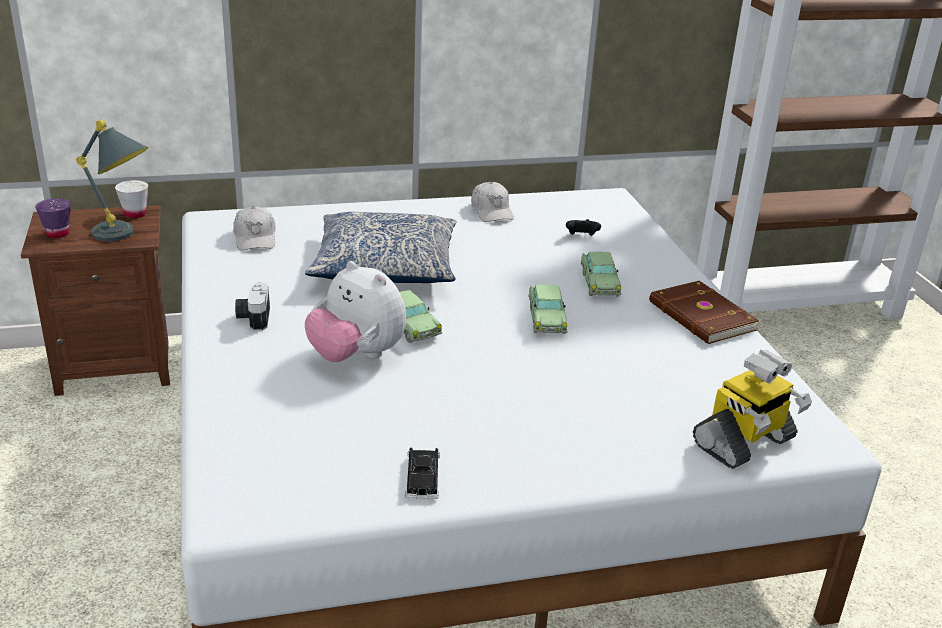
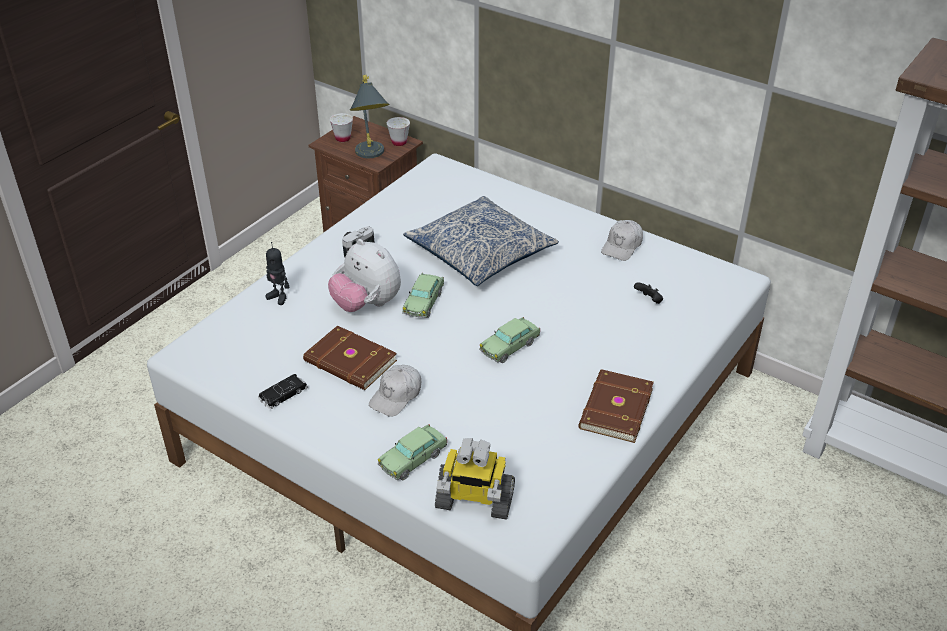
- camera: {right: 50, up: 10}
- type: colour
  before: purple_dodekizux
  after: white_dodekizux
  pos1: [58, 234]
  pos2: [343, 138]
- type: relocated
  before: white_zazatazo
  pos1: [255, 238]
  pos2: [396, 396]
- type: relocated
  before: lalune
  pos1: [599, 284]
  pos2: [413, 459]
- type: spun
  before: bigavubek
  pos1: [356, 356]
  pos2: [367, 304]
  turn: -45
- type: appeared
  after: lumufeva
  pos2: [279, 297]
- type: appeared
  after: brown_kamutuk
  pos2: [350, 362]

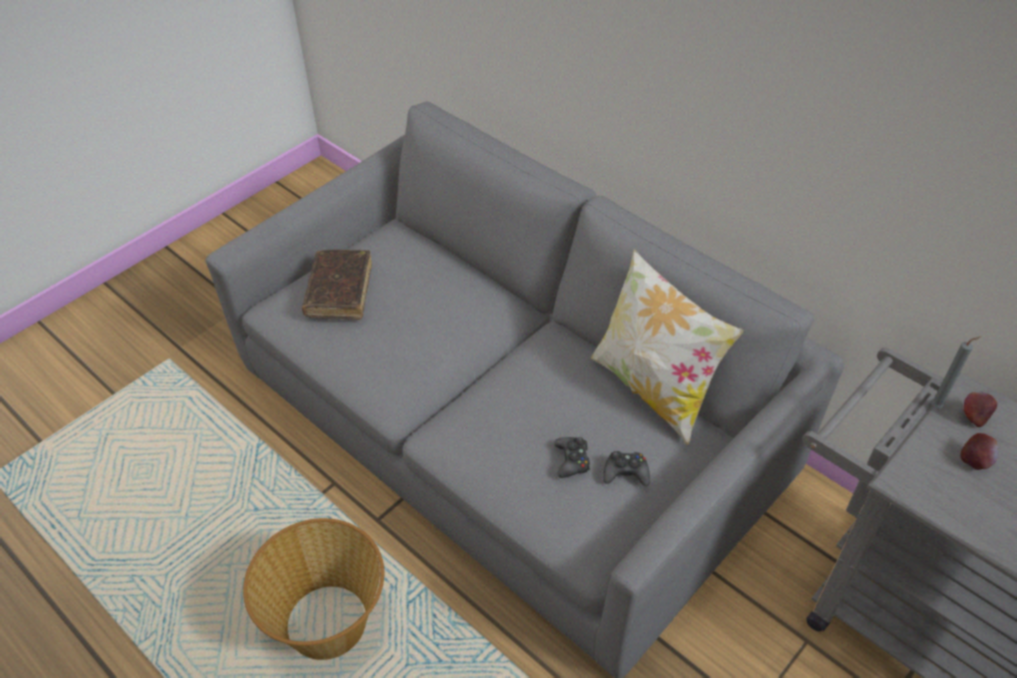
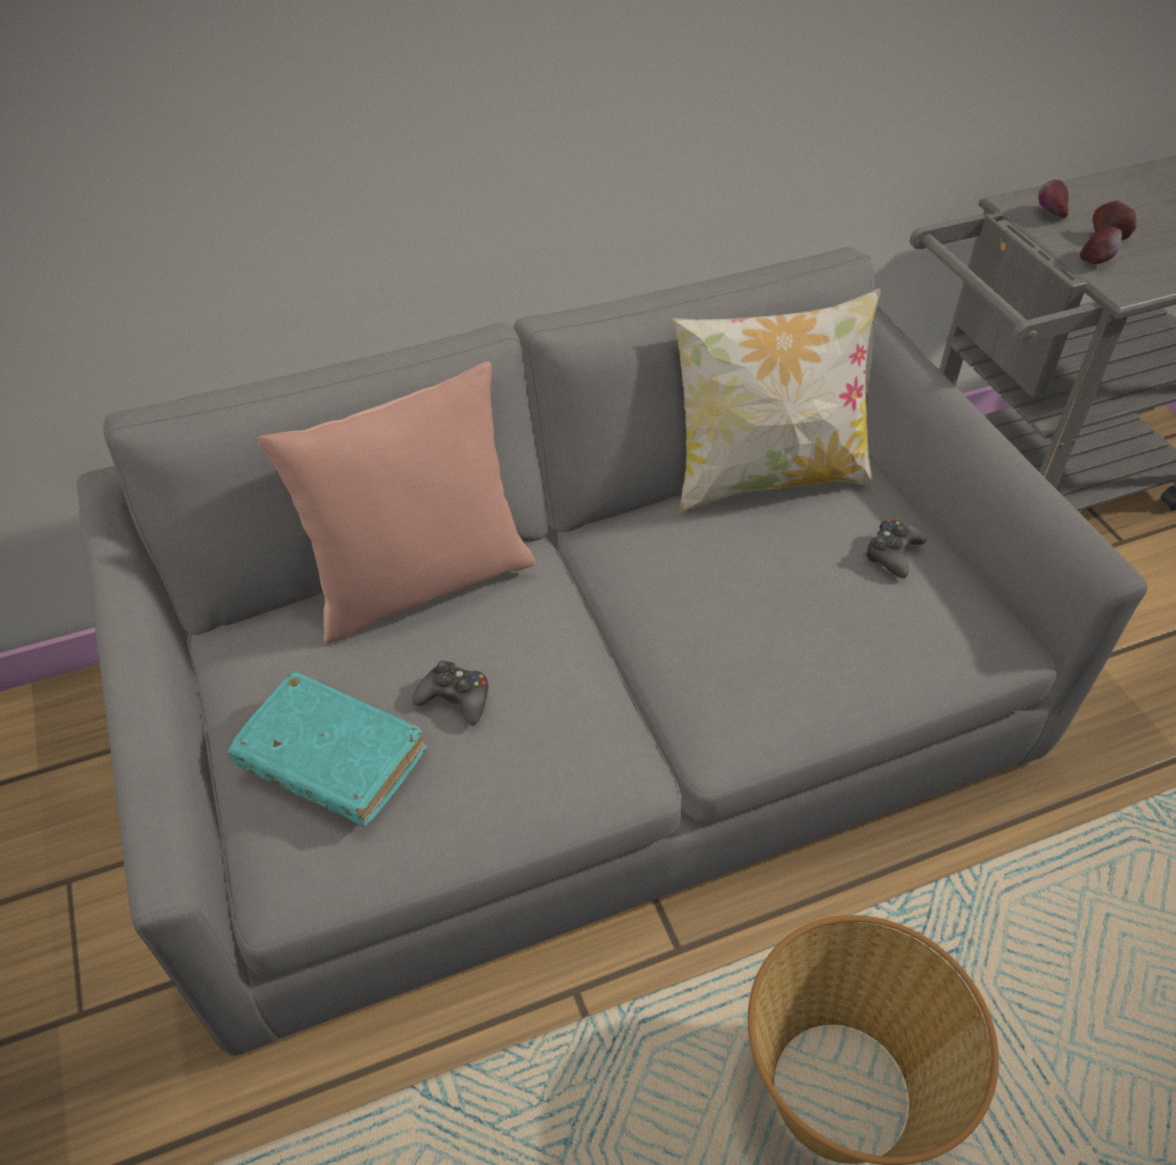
- camera: {right: -65, up: 0}
- type: colour
  before: brown_kamutuk
  after: turquoise_kamutuk
  pos1: [339, 291]
  pos2: [331, 759]
- type: missing
  before: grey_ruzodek
  pos1: [938, 406]
- type: relocated
  before: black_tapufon
  pos1: [572, 460]
  pos2: [455, 698]
- type: appeared
  after: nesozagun
  pos2: [1095, 261]
- type: appeared
  after: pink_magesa
  pos2: [420, 582]

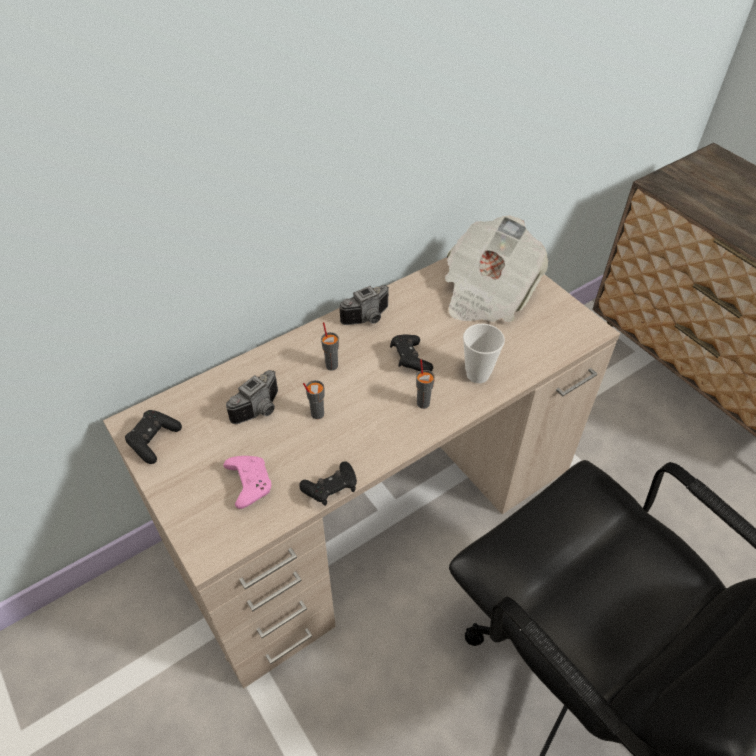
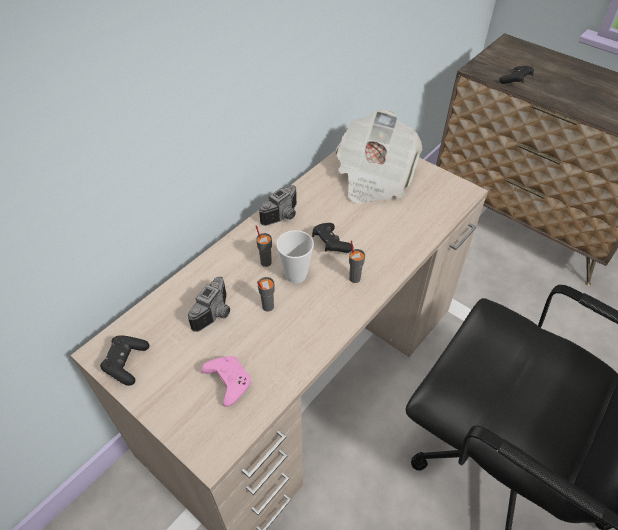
- camera: {right: -15, up: 0}
- type: relocated
  before: dodekizux
  pos1: [477, 374]
  pos2: [296, 275]
- type: relocated
  before: black_tapufon
  pos1: [331, 490]
  pos2: [515, 81]

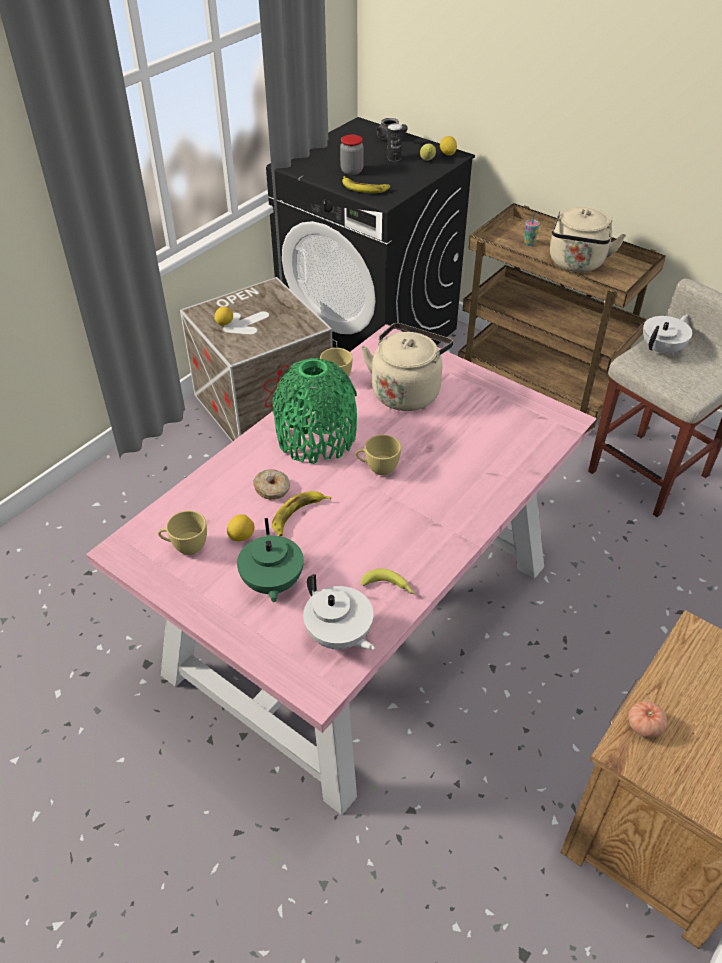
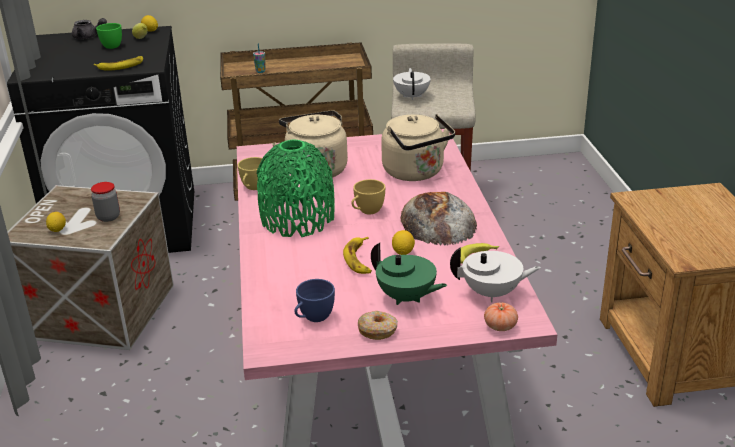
- camera: {right: -45, up: -15}
- type: exchanged
  before: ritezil
  after: green_dodekizux
  pos1: [394, 158]
  pos2: [112, 45]
- type: relocated
  before: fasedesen
  pos1: [352, 171]
  pos2: [108, 217]
- type: relocated
  before: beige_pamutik
  pos1: [576, 264]
  pos2: [416, 173]
- type: relocated
  before: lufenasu
  pos1: [272, 489]
  pos2: [377, 330]
- type: colour
  before: yellow_dodekizux
  after: blue_dodekizux
  pos1: [185, 547]
  pos2: [313, 318]
- type: relocated
  before: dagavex
  pos1: [241, 536]
  pos2: [403, 252]
- type: relocated
  before: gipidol
  pos1: [644, 726]
  pos2: [500, 326]
- type: appeared
  after: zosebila
  pos2: [437, 222]

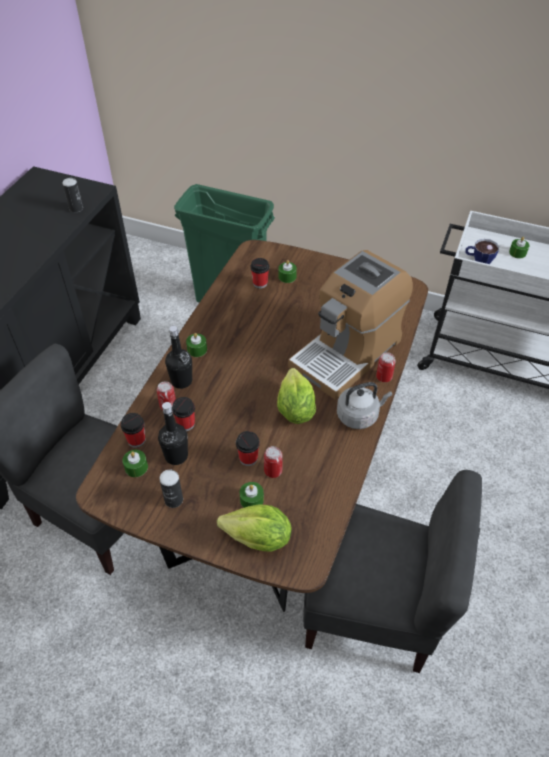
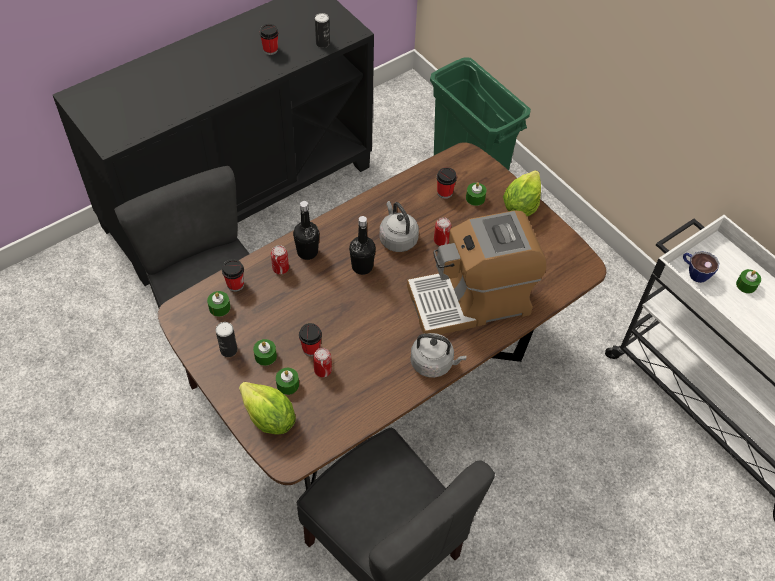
- camera: {right: 30, up: 5}
- type: relocated
  before: green_ruzodek
  pos1: [197, 349]
  pos2: [265, 356]
- type: relocated
  before: ritezil
  pos1: [384, 377]
  pos2: [441, 241]
- type: relocated
  before: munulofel
  pos1: [295, 409]
  pos2: [521, 205]
- type: relocated
  before: dodekizux
  pos1: [186, 424]
  pos2: [270, 50]
- type: relocated
  before: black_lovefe
  pos1: [176, 456]
  pos2: [362, 267]
- type: appeared
  after: grey_pamutik
  pos2: [397, 238]

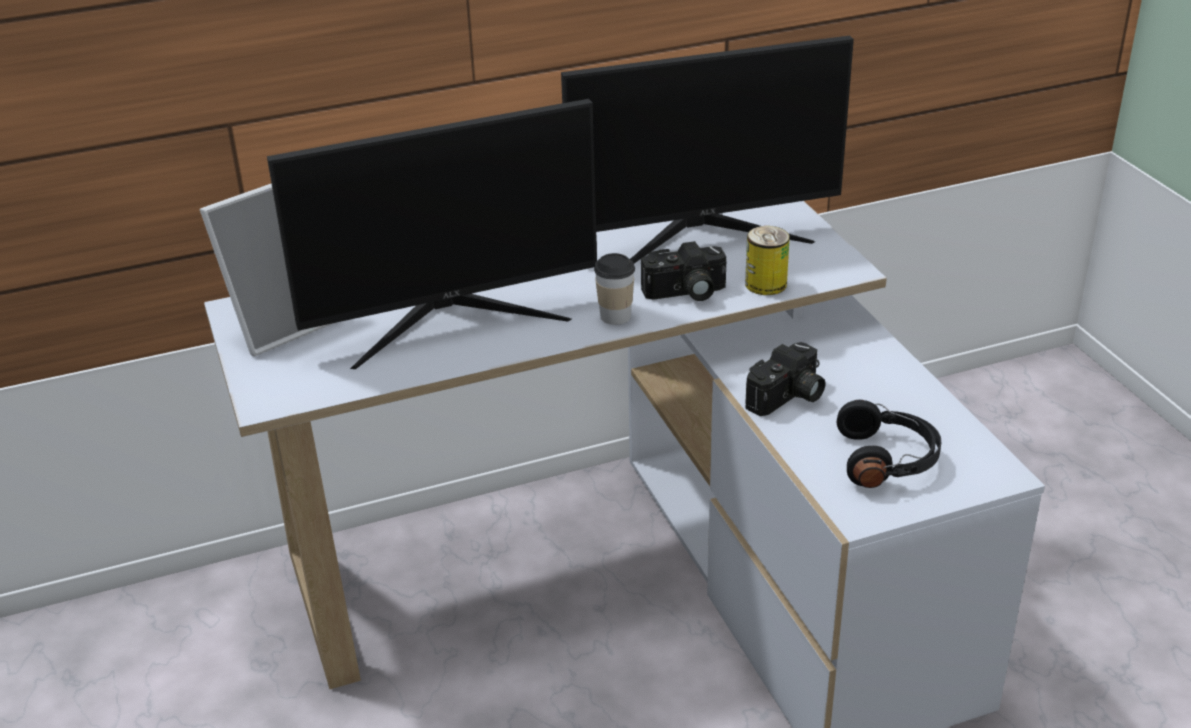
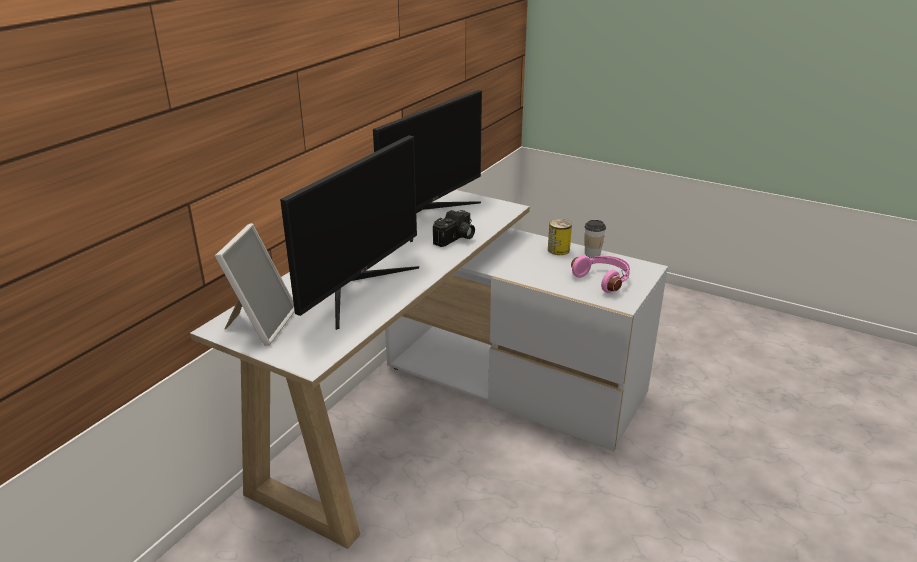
- camera: {right: -40, up: -5}
- type: relocated
  before: ritezil
  pos1: [765, 284]
  pos2: [558, 250]
- type: relocated
  before: dodekizux
  pos1: [615, 316]
  pos2: [592, 253]
- type: missing
  before: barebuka
  pos1: [788, 398]
- type: colour
  before: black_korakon
  after: pink_korakon
  pos1: [888, 460]
  pos2: [604, 279]

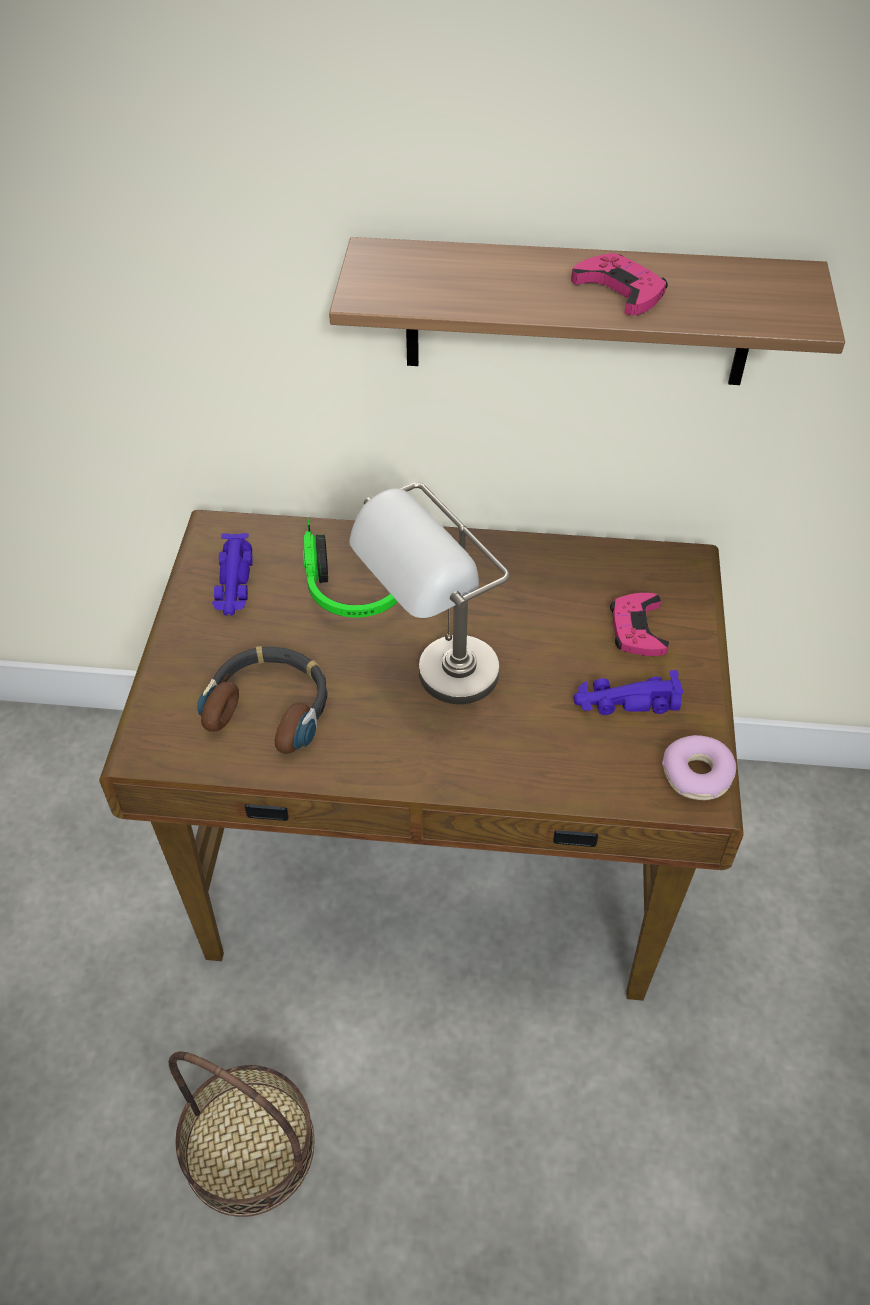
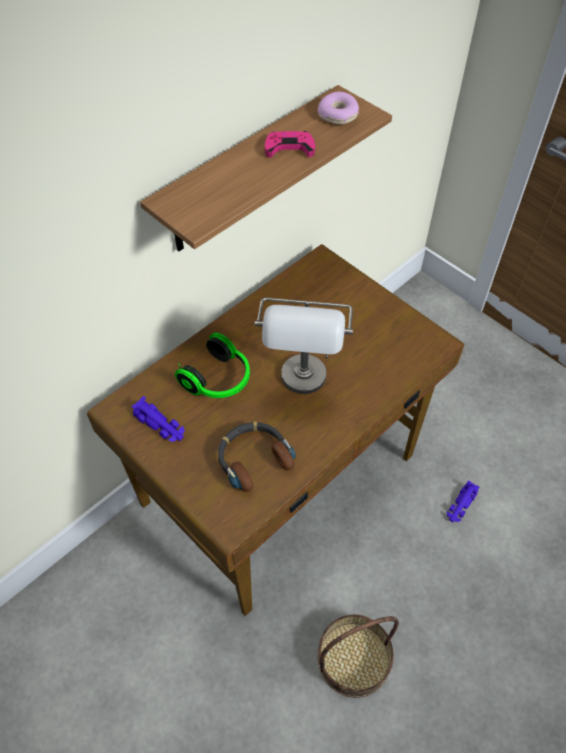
- camera: {right: -50, up: 5}
- type: missing
  before: pink_tapufon
  pos1: [637, 629]
- type: relocated
  before: purple_lalune
  pos1: [625, 702]
  pos2: [460, 505]
- type: relocated
  before: lufenasu
  pos1: [697, 775]
  pos2: [338, 115]

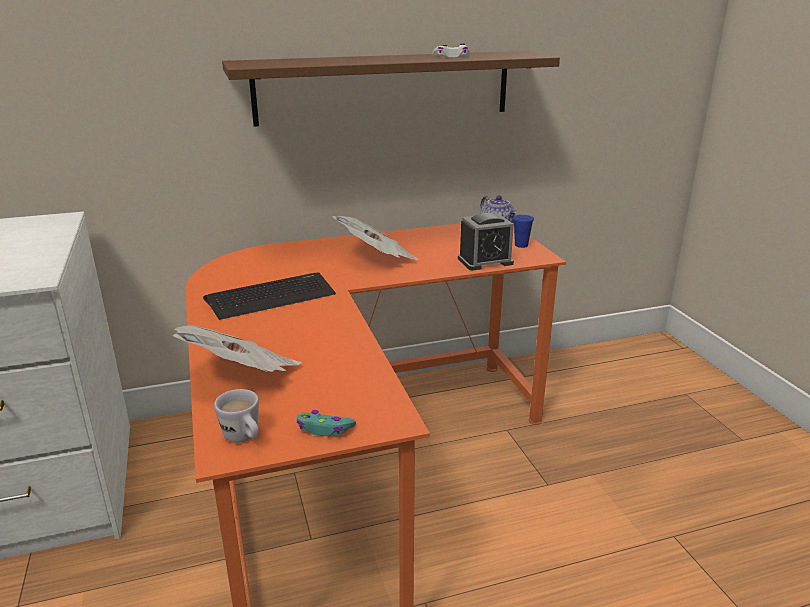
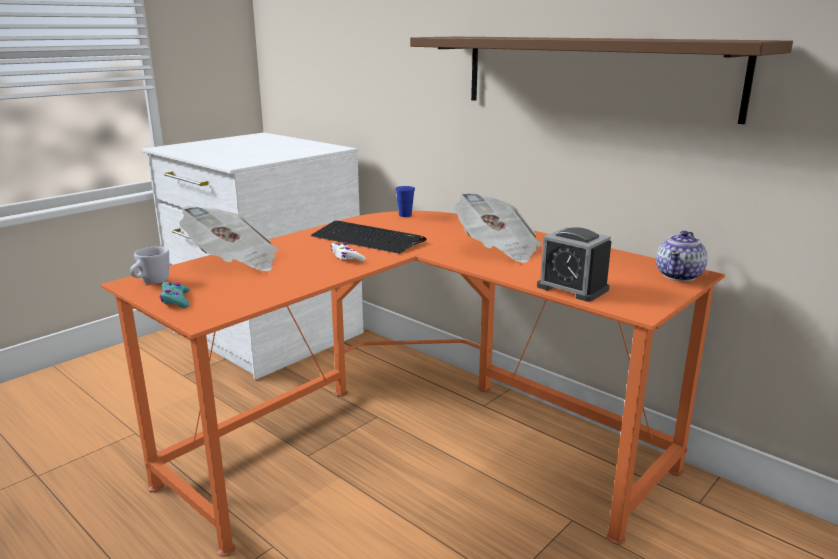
- camera: {right: 60, up: -5}
- type: relocated
  before: white_tapufon
  pos1: [451, 57]
  pos2: [347, 257]
- type: relocated
  before: blue_dodekizux
  pos1: [521, 245]
  pos2: [405, 215]

